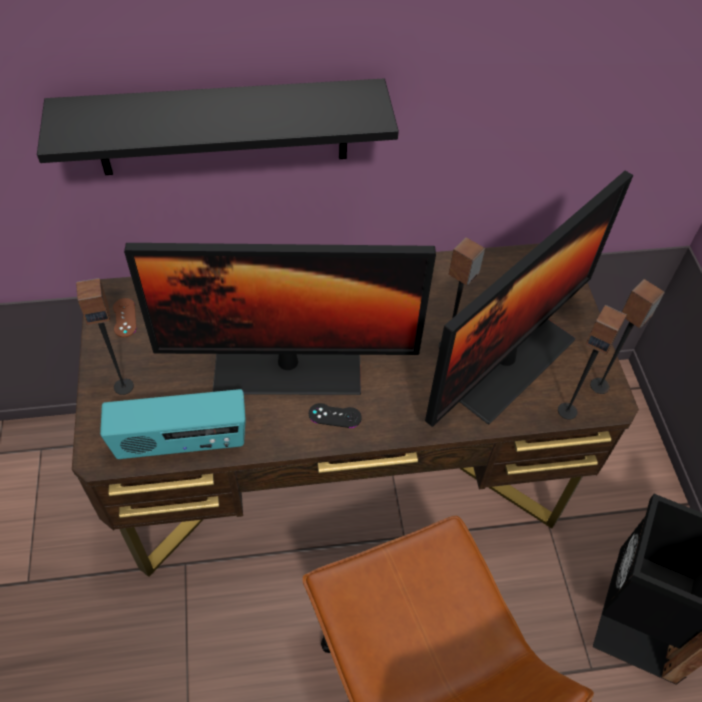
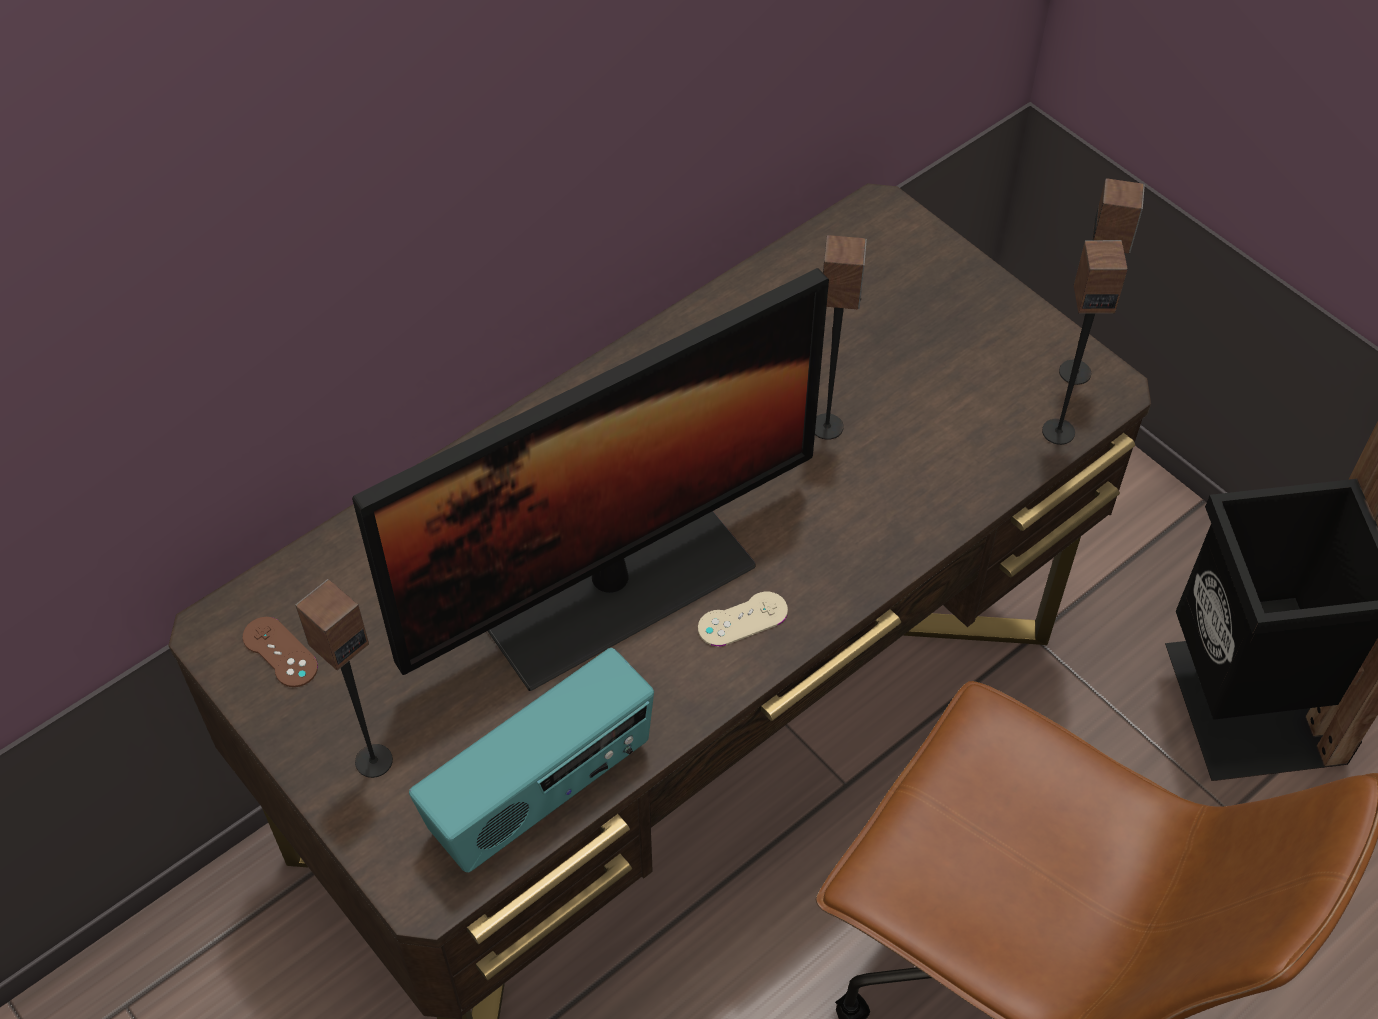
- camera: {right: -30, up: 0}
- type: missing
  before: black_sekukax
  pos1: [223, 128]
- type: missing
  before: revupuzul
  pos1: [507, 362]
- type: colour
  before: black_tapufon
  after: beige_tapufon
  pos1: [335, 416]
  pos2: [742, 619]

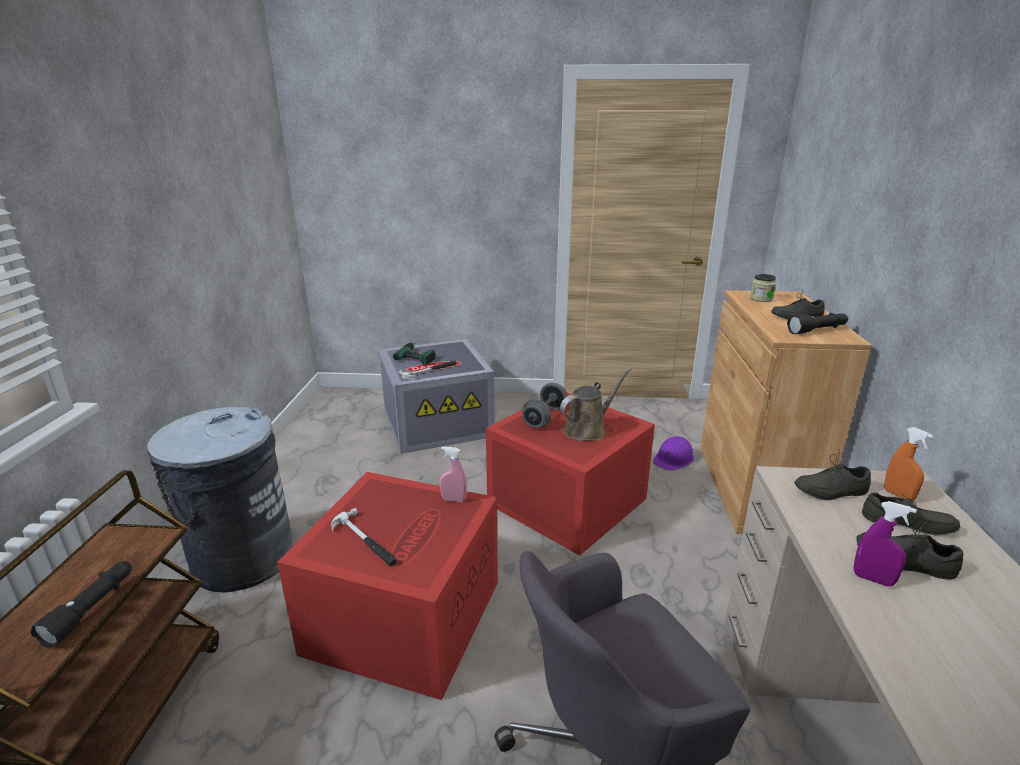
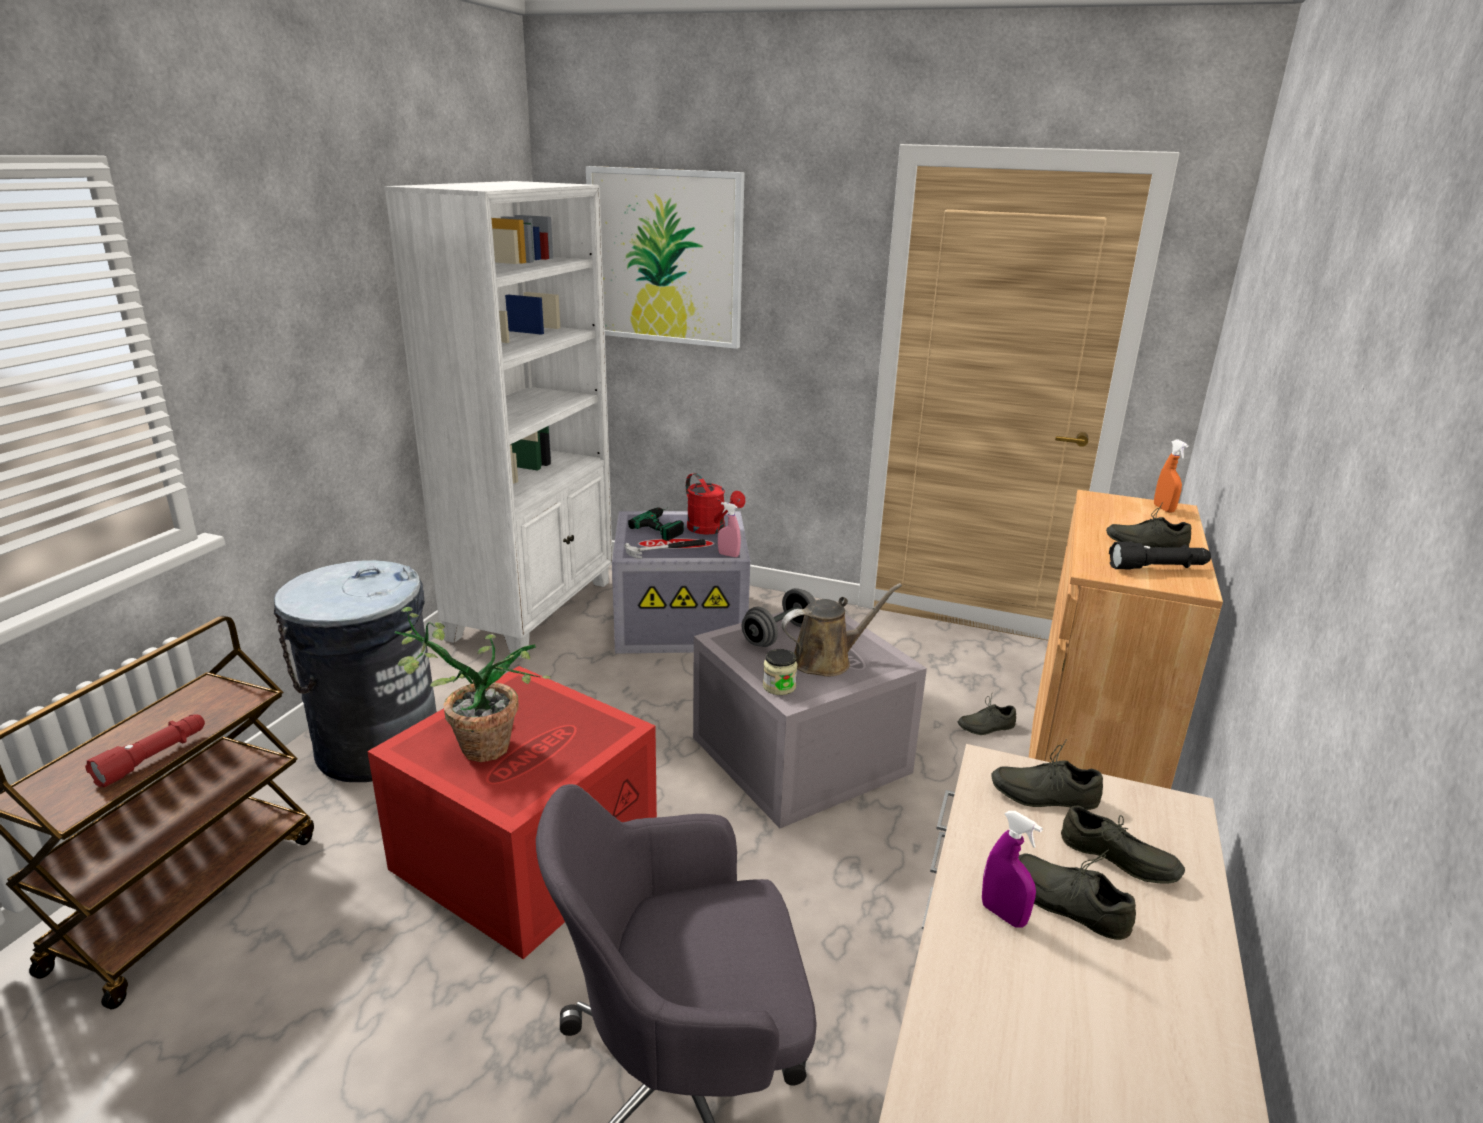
- camera: {right: 15, up: 0}
- type: relocated
  before: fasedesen
  pos1: [761, 299]
  pos2: [779, 686]
- type: colour
  before: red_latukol
  after: grey_latukol
  pos1: [564, 501]
  pos2: [796, 754]
- type: relocated
  before: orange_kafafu
  pos1: [898, 495]
  pos2: [1163, 509]
- type: exchanged
  before: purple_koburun
  after: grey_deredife
  pos1: [674, 459]
  pos2: [985, 726]
- type: relocated
  before: pink_kafafu
  pos1: [453, 500]
  pos2: [728, 555]
- type: exchanged
  before: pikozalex
  after: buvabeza
  pos1: [365, 541]
  pos2: [472, 747]
- type: colour
  before: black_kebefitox
  after: red_kebefitox
  pos1: [92, 609]
  pos2: [154, 758]
- type: appeared
  after: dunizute
  pos2: [665, 257]
- type: appeared
  after: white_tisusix
  pos2: [534, 609]
- type: appeared
  after: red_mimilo
  pos2: [711, 529]

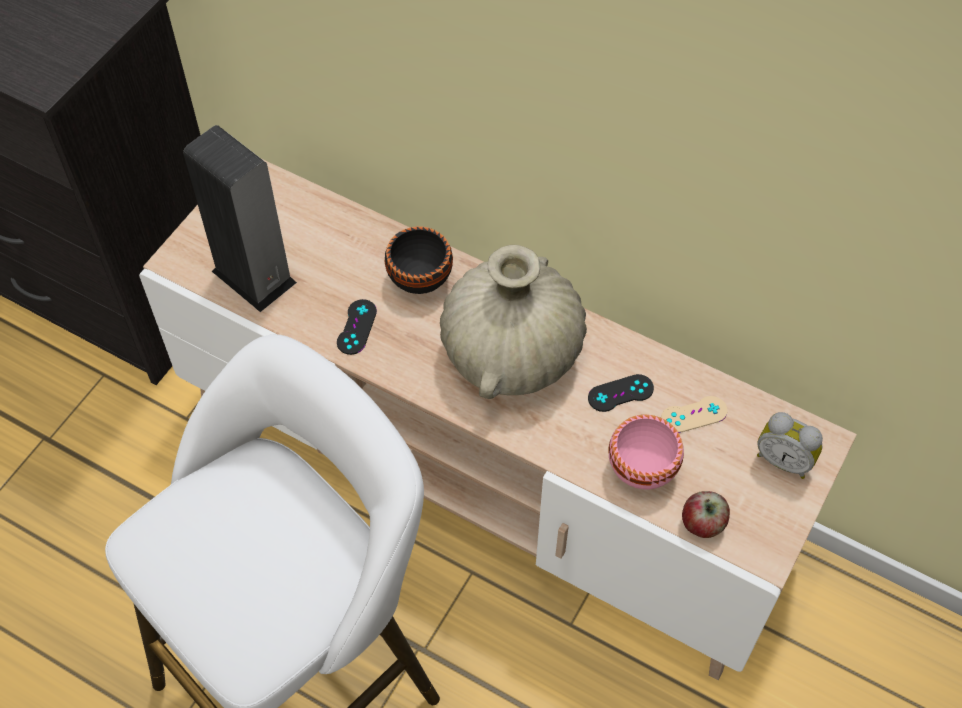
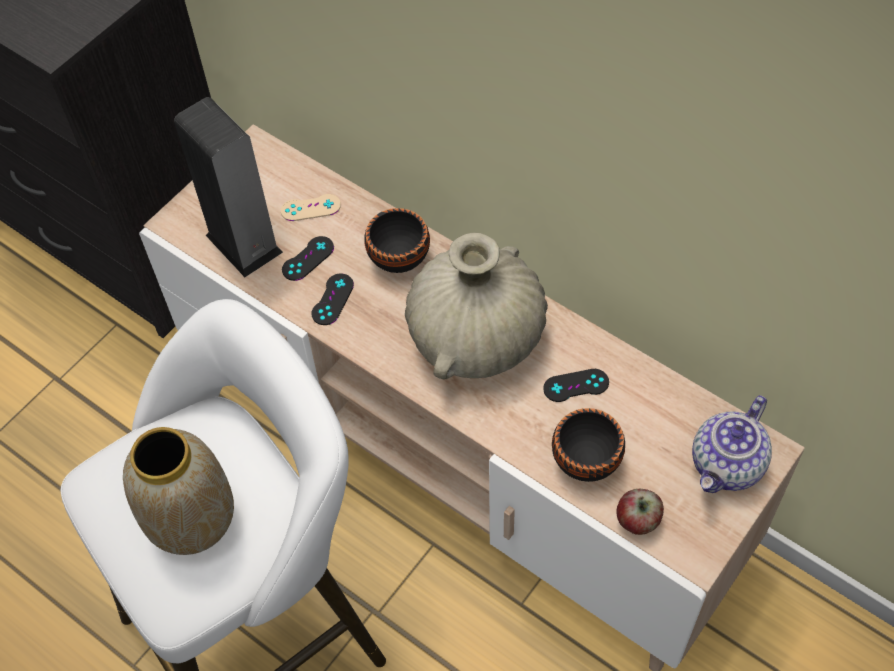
- camera: {right: 10, up: 0}
- type: relocated
  before: beige_tapufon
  pos1: [693, 415]
  pos2: [310, 208]
- type: exchanged
  before: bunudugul
  after: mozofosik
  pos1: [784, 459]
  pos2: [727, 465]
- type: colour
  before: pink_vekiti
  after: black_vekiti
  pos1: [643, 467]
  pos2: [587, 459]
- type: appeared
  after: black_tapufon
  pos2: [308, 258]
- type: appeared
  after: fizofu
  pos2: [191, 521]

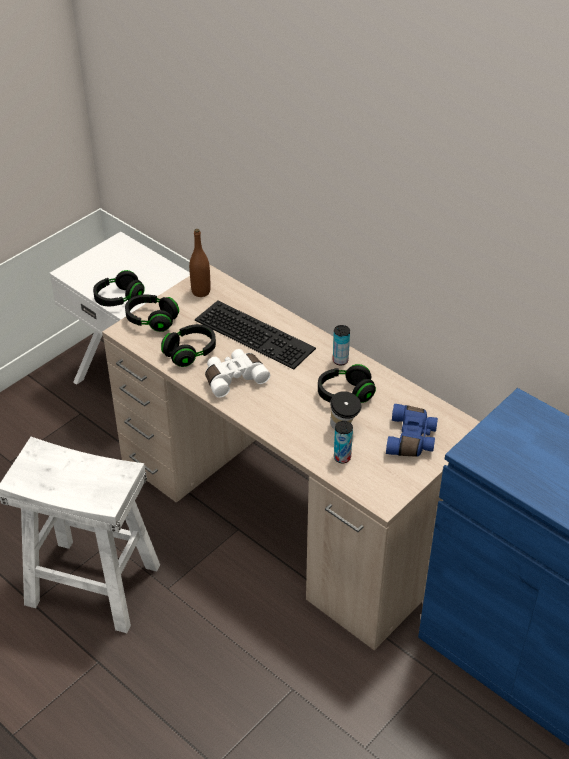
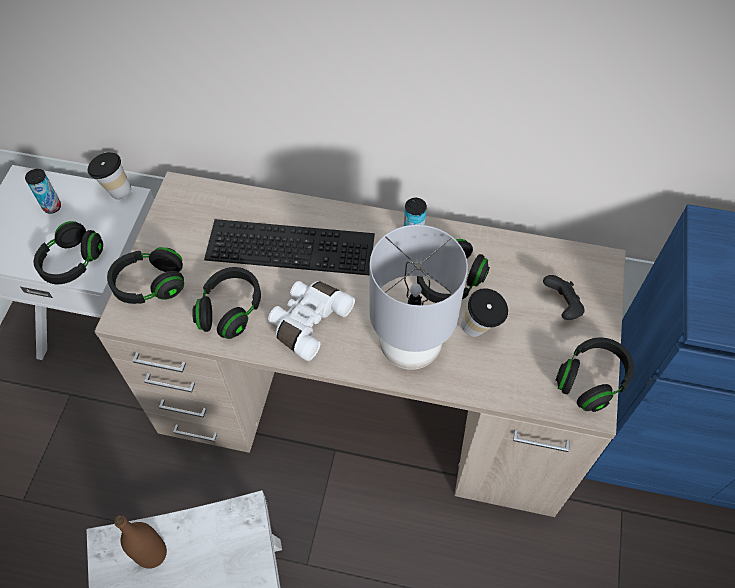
- camera: {right: -30, up: 15}
- type: relocated
  before: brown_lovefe
  pos1: [201, 292]
  pos2: [152, 553]
- type: exchanged
  before: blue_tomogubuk
  after: black_tapufon
  pos1: [412, 439]
  pos2: [562, 306]
- type: relocated
  before: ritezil
  pos1: [342, 457]
  pos2: [52, 207]
- type: appeared
  after: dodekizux
  pos2: [116, 190]
- type: appeared
  after: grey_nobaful
  pos2: [411, 348]
- type: appeared
  after: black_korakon
  pos2: [591, 380]

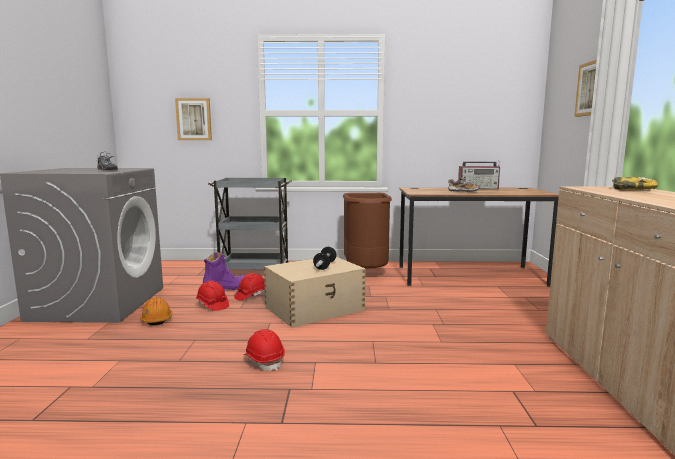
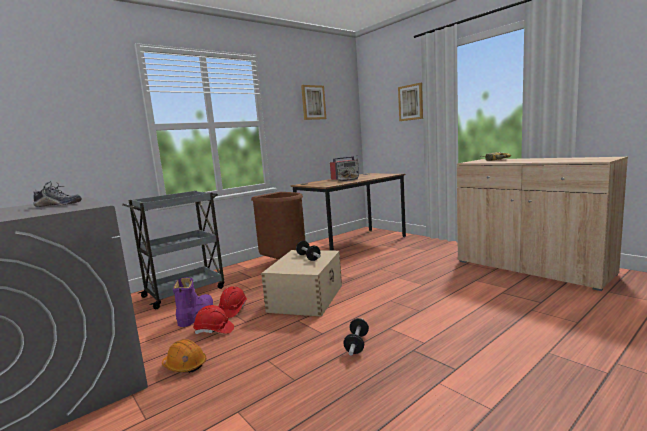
- camera: {right: -40, up: 0}
- type: relocated
  before: dunizute
  pos1: [194, 119]
  pos2: [313, 102]
- type: exchanged
  before: red_koburun
  after: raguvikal
  pos1: [264, 360]
  pos2: [357, 344]

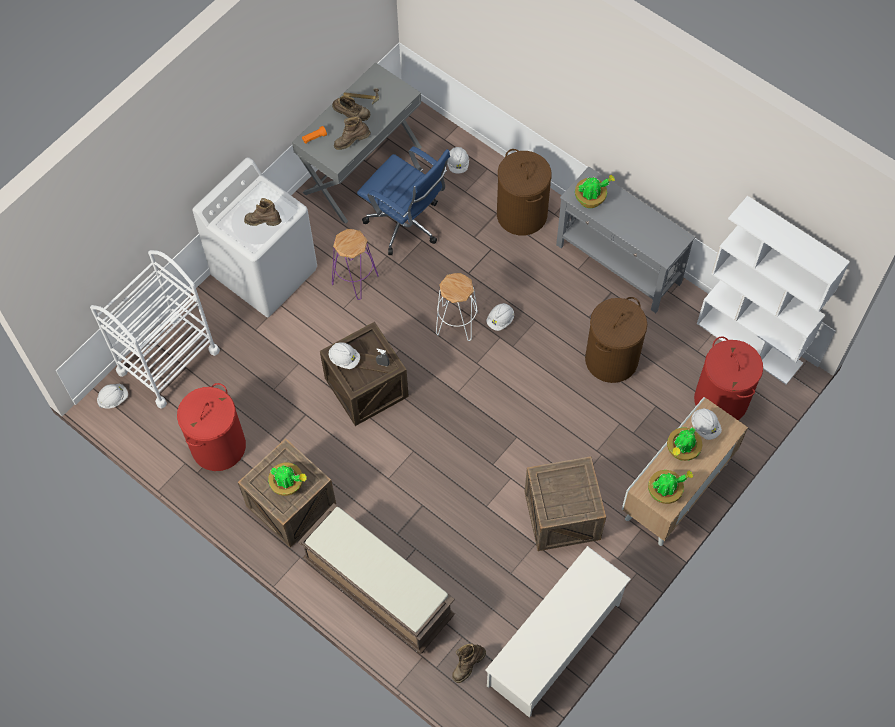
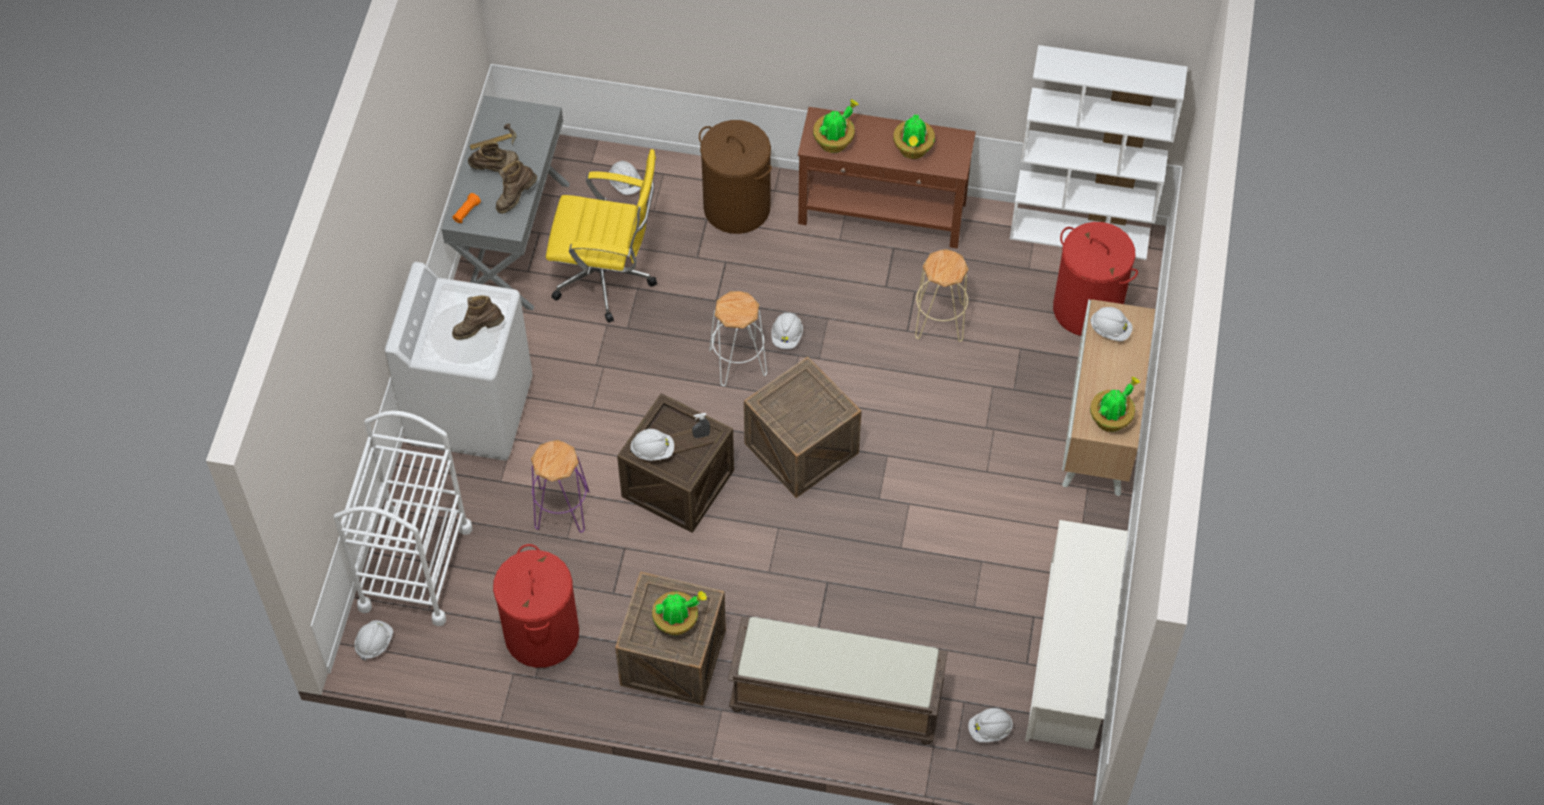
- camera: {right: -30, up: -5}
- type: colour
  before: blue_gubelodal
  after: yellow_gubelodal
  pos1: [407, 225]
  pos2: [608, 279]
- type: colour
  before: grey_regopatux
  after: brown_regopatux
  pos1: [618, 265]
  pos2: [883, 214]
- type: relocated
  before: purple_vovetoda
  pos1: [355, 279]
  pos2: [562, 509]
- type: exchanged
  before: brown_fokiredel
  after: beige_vovetoda
  pos1: [611, 359]
  pos2: [939, 320]
- type: relocated
  before: buvabeza
  pos1: [681, 451]
  pos2: [913, 149]
- type: relocated
  before: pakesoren
  pos1: [562, 515]
  pos2: [801, 448]
- type: exchanged
  before: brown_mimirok
  after: white_koburun
  pos1: [467, 665]
  pos2: [989, 730]

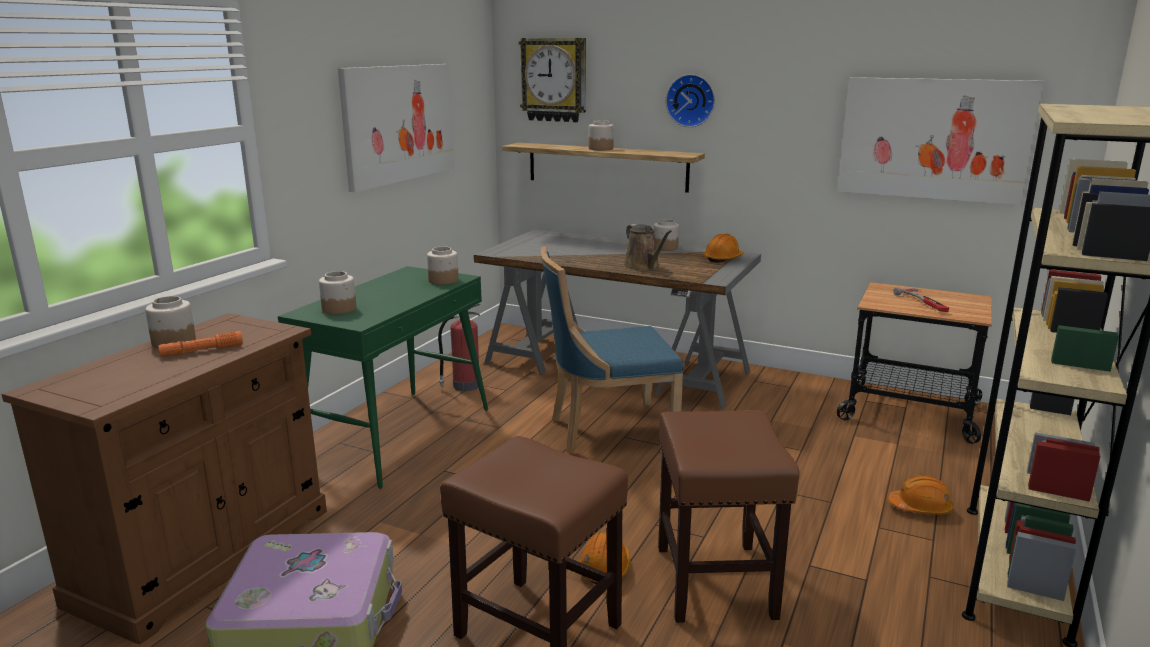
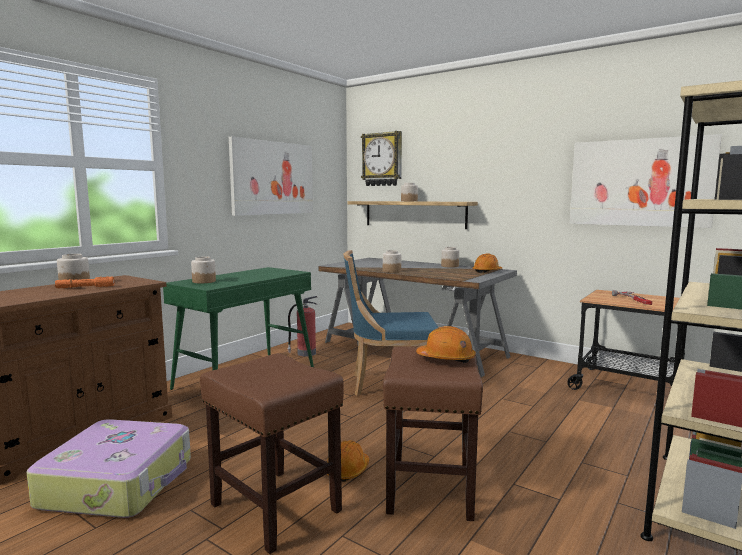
- camera: {right: 10, up: -10}
- type: missing
  before: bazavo
  pos1: [691, 100]
- type: missing
  before: brown_mimilo
  pos1: [643, 267]
- type: relocated
  before: fasedesen
  pos1: [443, 280]
  pos2: [391, 271]
- type: relocated
  before: orange_koburun
  pos1: [920, 508]
  pos2: [446, 358]

